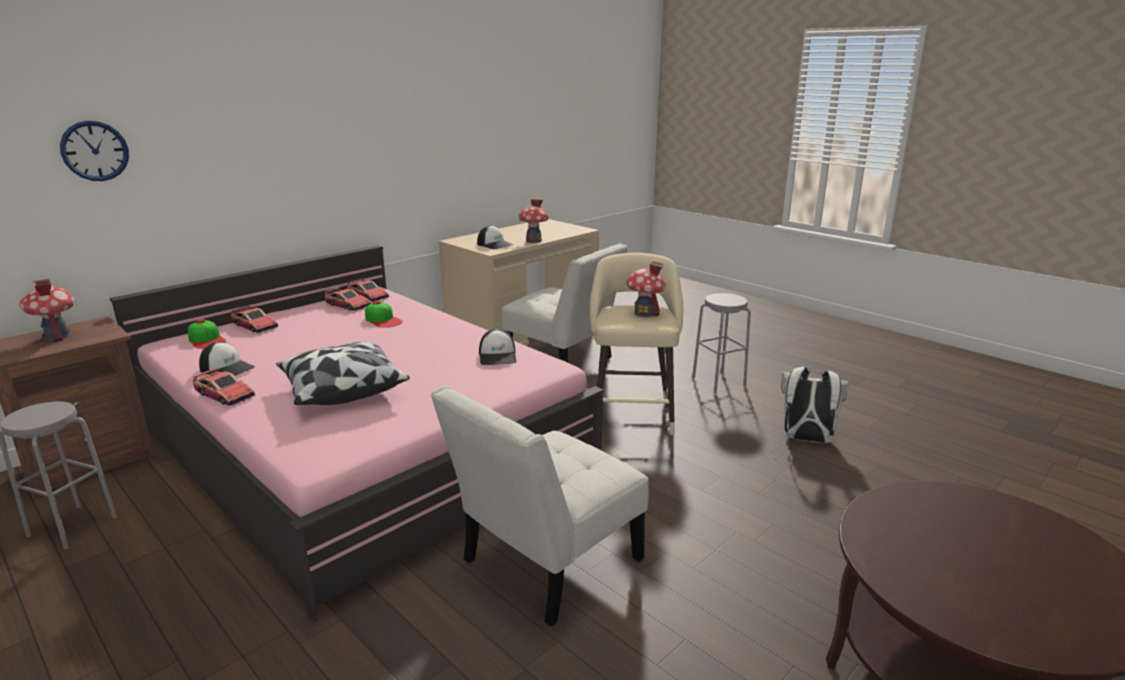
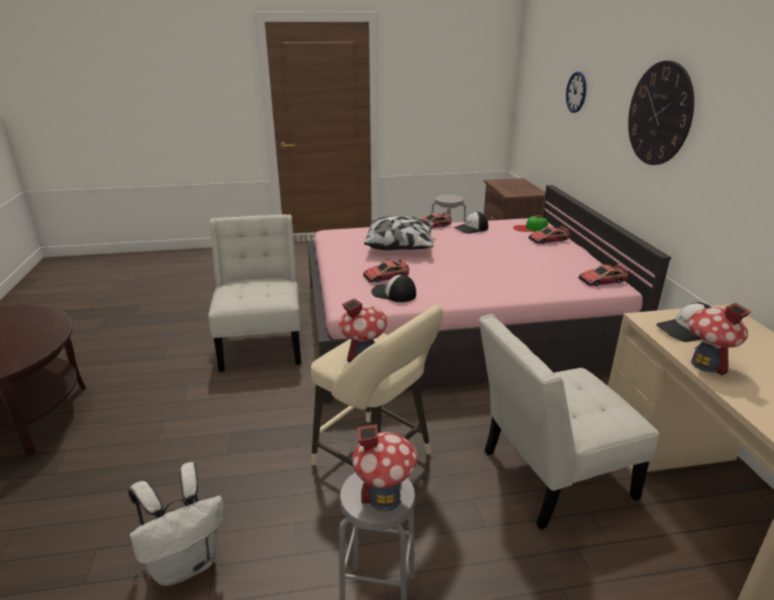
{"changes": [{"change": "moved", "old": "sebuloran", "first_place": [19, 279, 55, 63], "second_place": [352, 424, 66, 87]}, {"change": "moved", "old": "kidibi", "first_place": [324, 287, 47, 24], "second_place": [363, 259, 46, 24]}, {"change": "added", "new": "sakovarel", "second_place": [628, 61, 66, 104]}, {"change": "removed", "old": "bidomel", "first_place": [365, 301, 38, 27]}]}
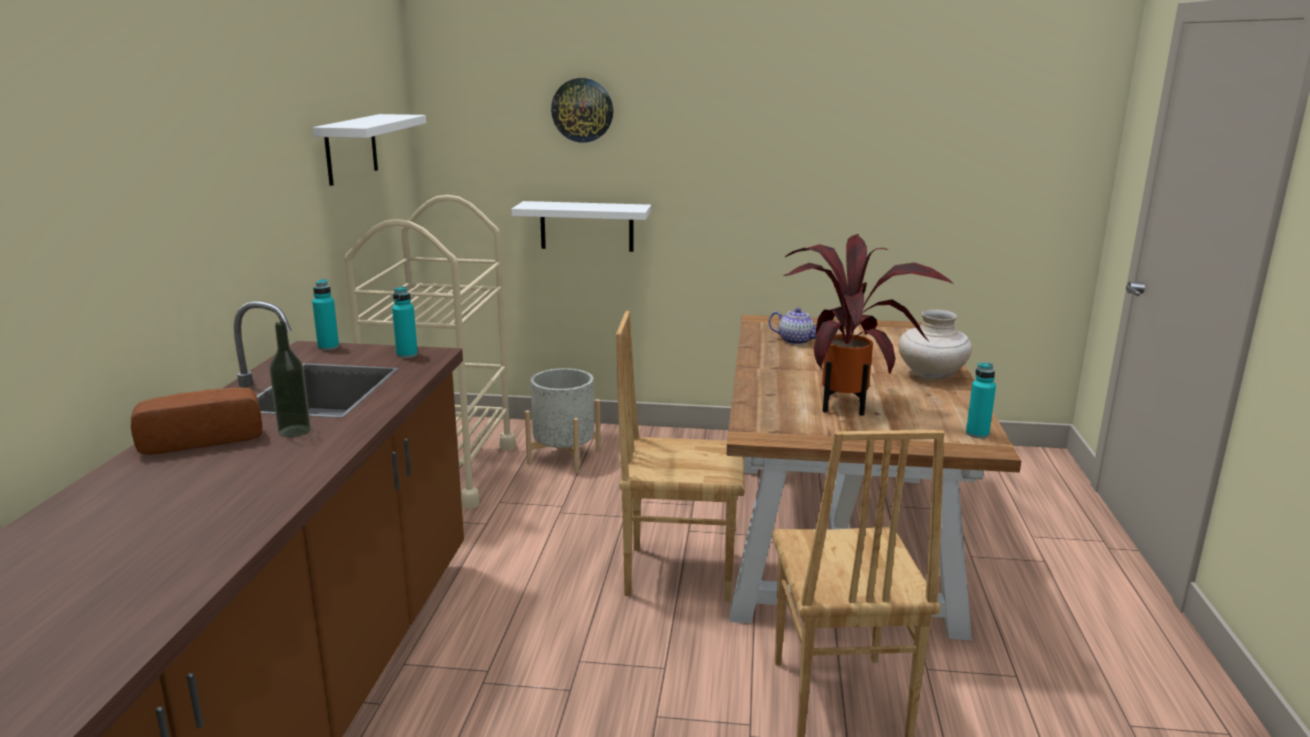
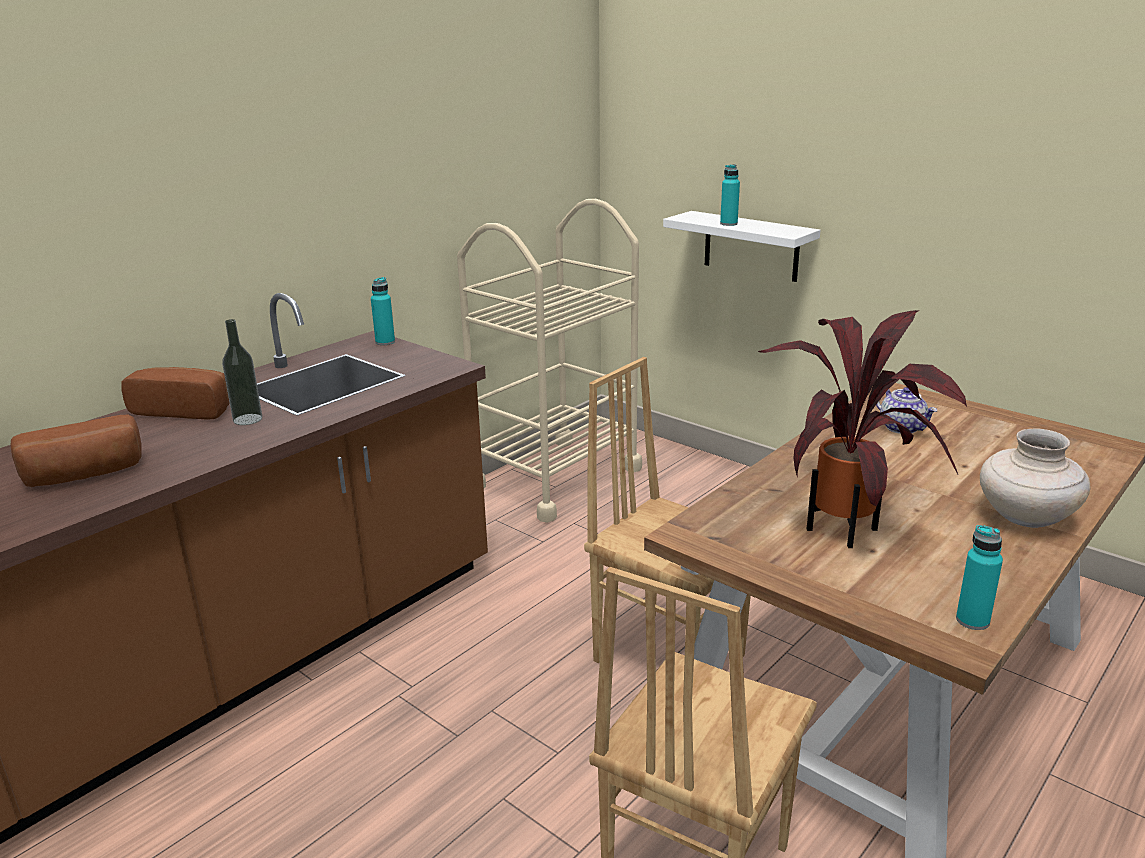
{"changes": [{"change": "added", "new": "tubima", "second_place": [11, 415, 130, 72]}, {"change": "moved", "old": "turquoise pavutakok", "first_place": [392, 286, 26, 72], "second_place": [720, 164, 20, 62]}, {"change": "removed", "old": "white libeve", "first_place": [313, 114, 113, 72]}, {"change": "removed", "old": "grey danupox", "first_place": [525, 368, 76, 105]}, {"change": "removed", "old": "sakovarel", "first_place": [551, 78, 62, 65]}]}
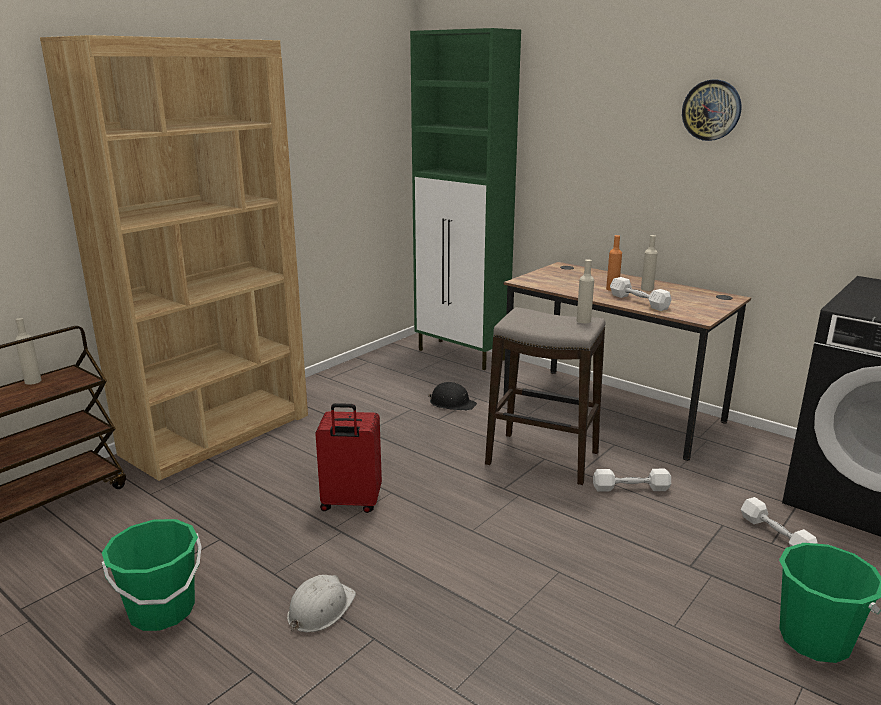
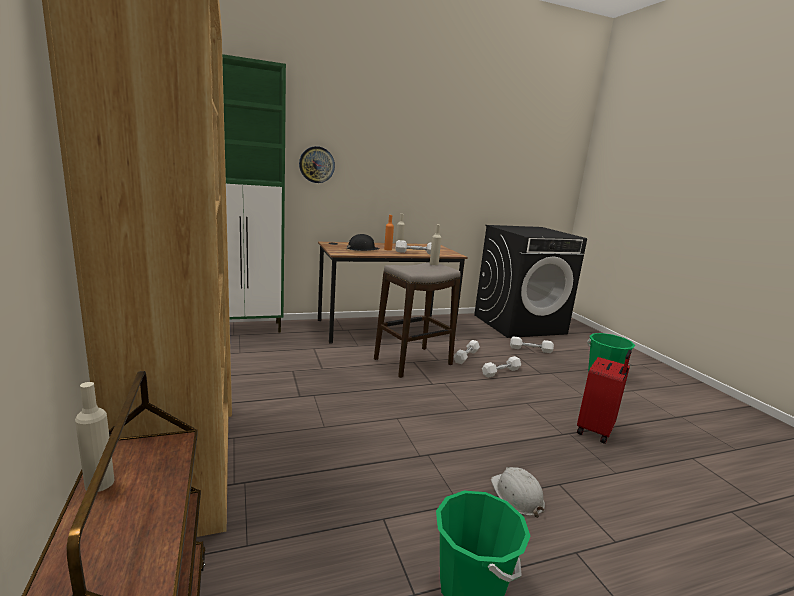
{"changes": [{"change": "moved", "old": "sakovarel", "first_place": [682, 80, 60, 61], "second_place": [299, 146, 36, 37]}, {"change": "moved", "old": "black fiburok", "first_place": [428, 382, 49, 29], "second_place": [347, 234, 32, 17]}, {"change": "added", "new": "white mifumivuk", "second_place": [482, 356, 39, 22]}, {"change": "moved", "old": "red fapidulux", "first_place": [315, 403, 67, 110], "second_place": [577, 350, 55, 94]}]}
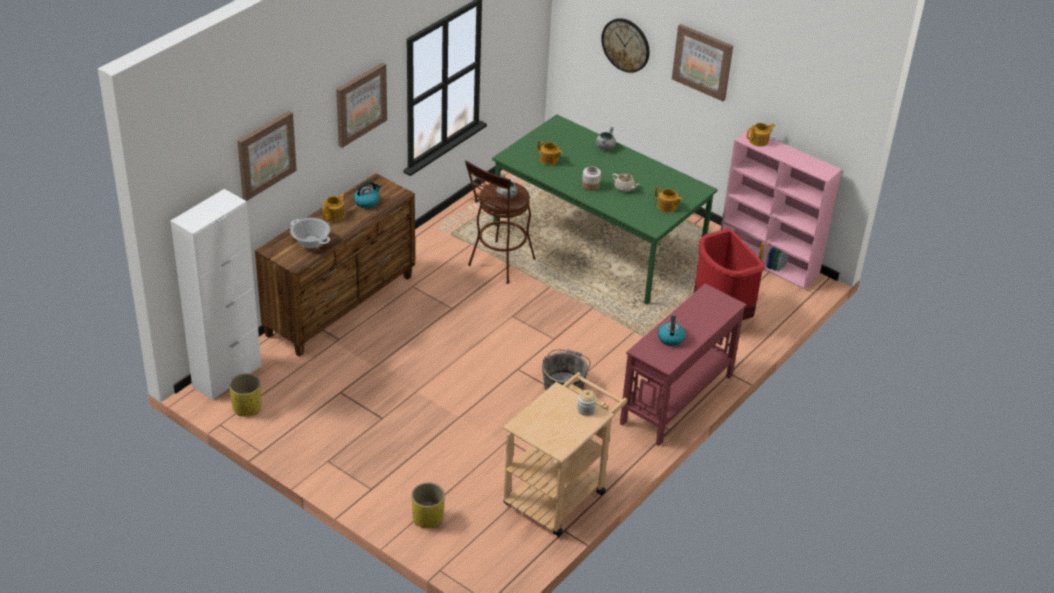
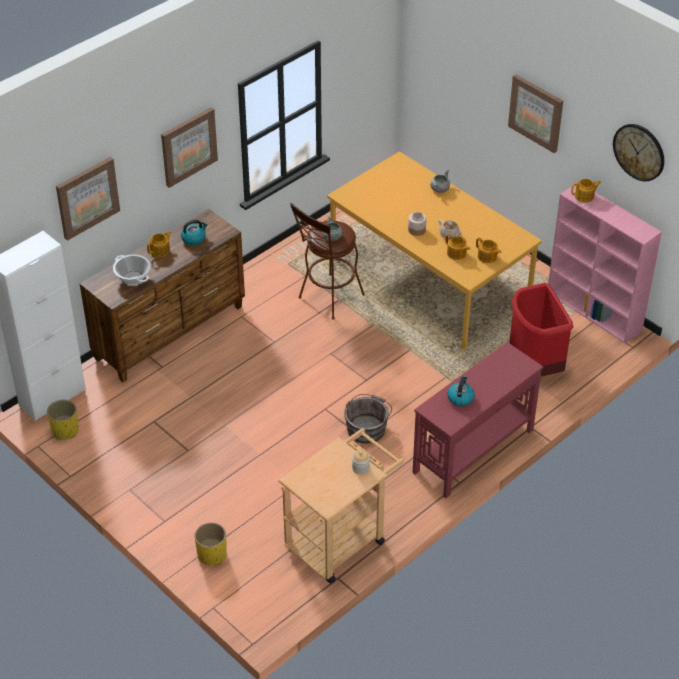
{"changes": [{"change": "recoloured", "old": "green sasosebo", "new": "orange sasosebo", "first_place": [492, 114, 226, 191], "second_place": [327, 151, 215, 199]}, {"change": "moved", "old": "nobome", "first_place": [537, 141, 26, 24], "second_place": [446, 234, 24, 26]}, {"change": "moved", "old": "sakovarel", "first_place": [601, 18, 49, 55], "second_place": [613, 124, 51, 57]}]}
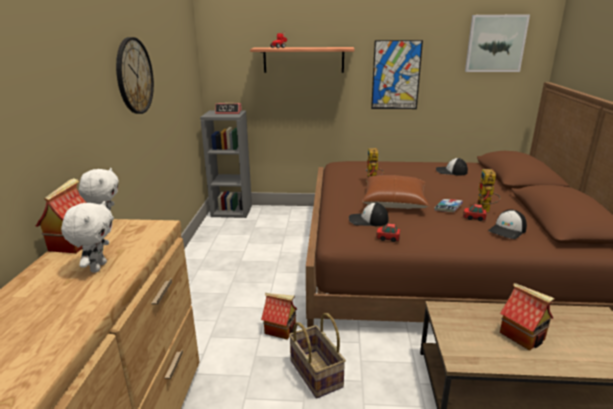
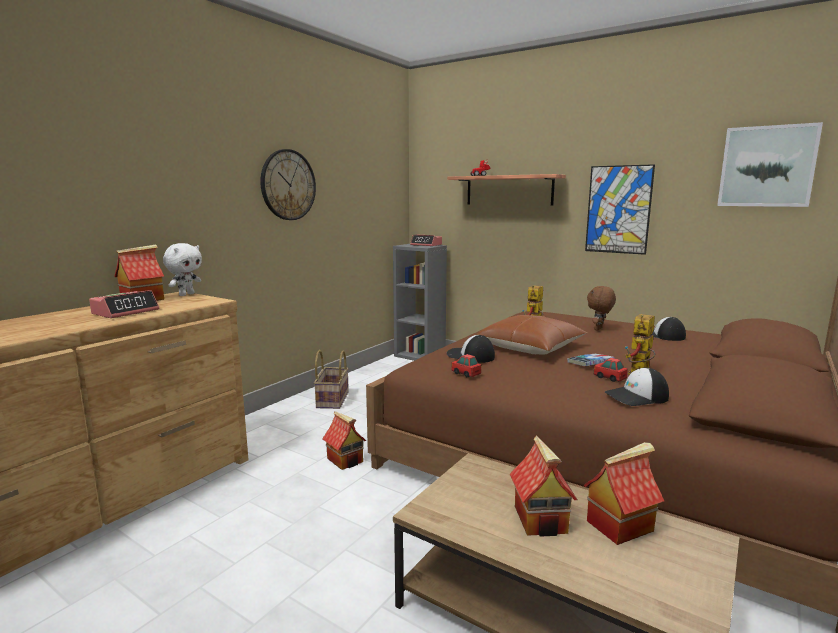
{"changes": [{"change": "replaced", "old": "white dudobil", "new": "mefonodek", "first_place": [61, 201, 52, 71], "second_place": [89, 290, 70, 28]}, {"change": "moved", "old": "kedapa", "first_place": [289, 313, 57, 86], "second_place": [314, 350, 35, 59]}, {"change": "added", "new": "sebuloran", "second_place": [583, 442, 81, 103]}, {"change": "added", "new": "brown dudobil", "second_place": [587, 286, 29, 45]}]}
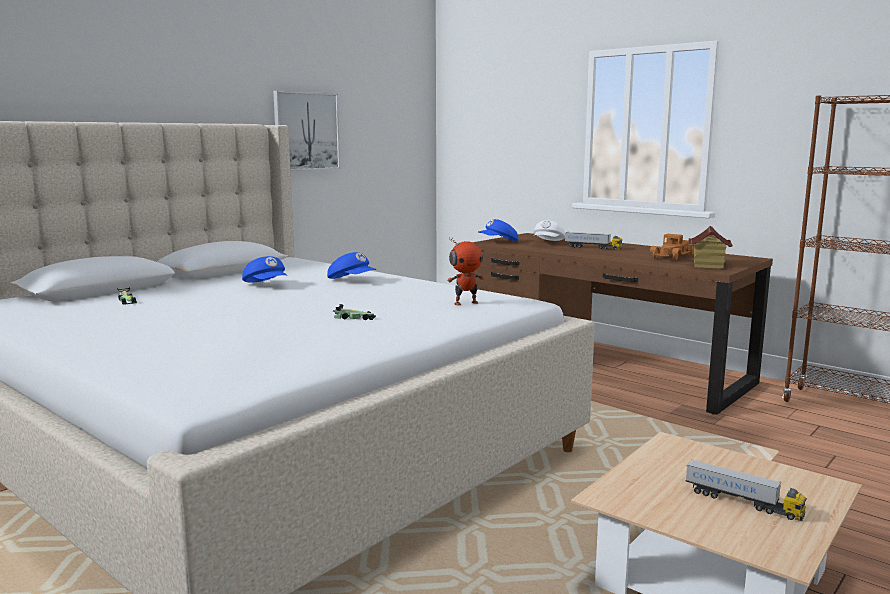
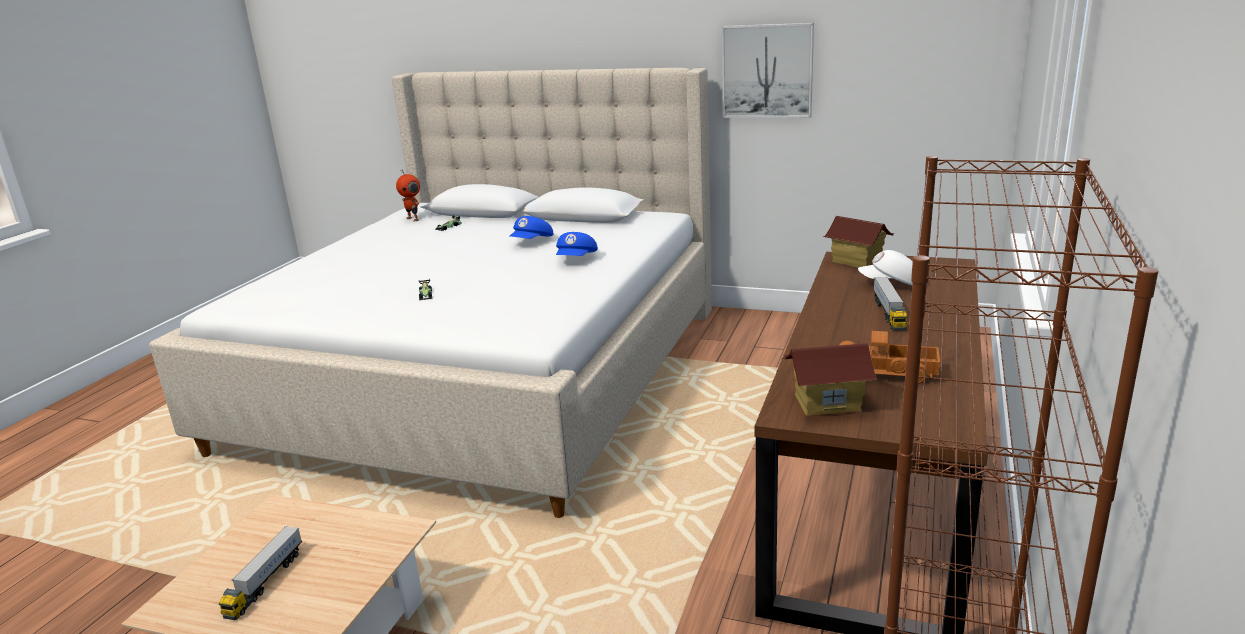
{"changes": [{"change": "moved", "old": "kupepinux", "first_place": [447, 237, 37, 68], "second_place": [396, 169, 24, 52]}, {"change": "replaced", "old": "blue bidomel", "new": "sebuloran", "first_place": [478, 219, 40, 22], "second_place": [823, 216, 71, 52]}]}
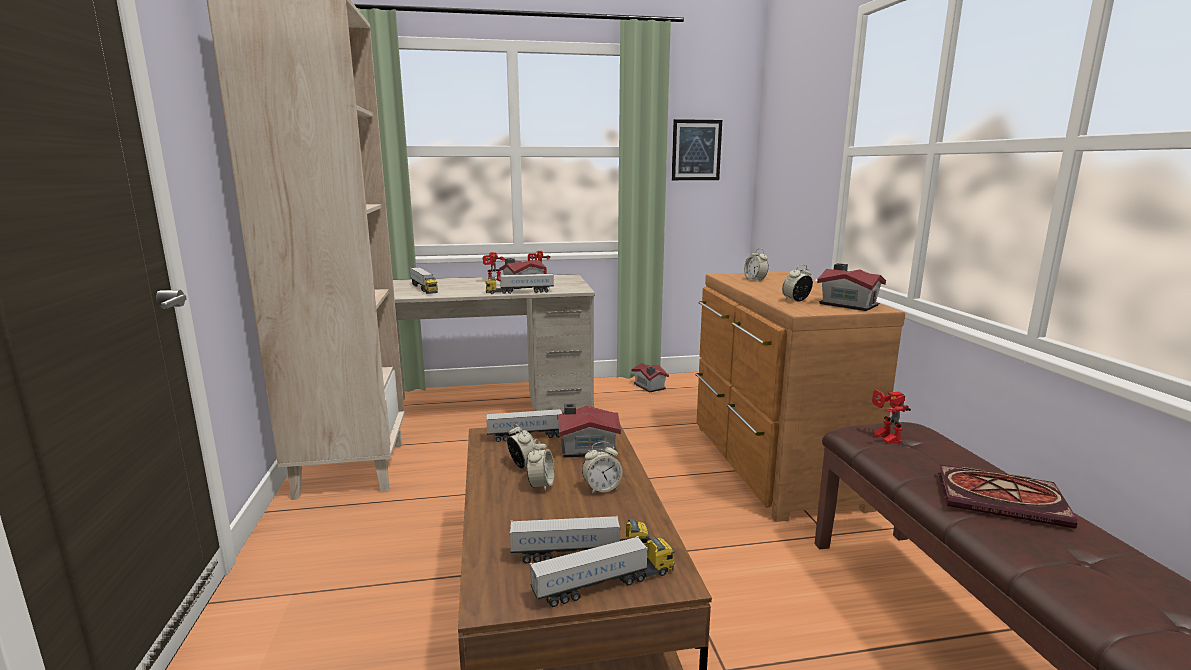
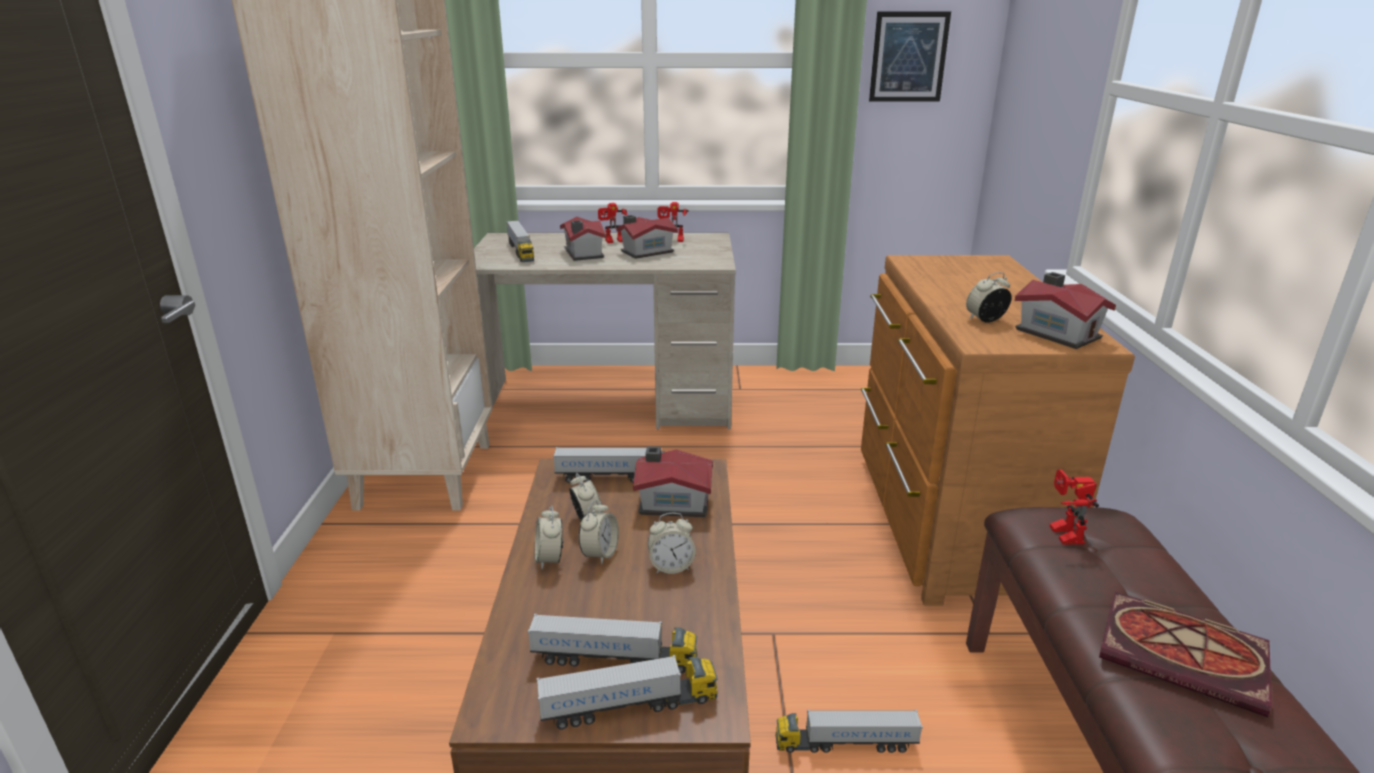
{"changes": [{"change": "moved", "old": "mefonodek", "first_place": [744, 248, 25, 33], "second_place": [535, 506, 28, 64]}, {"change": "moved", "old": "sebuloran", "first_place": [631, 363, 38, 30], "second_place": [560, 217, 46, 44]}, {"change": "moved", "old": "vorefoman", "first_place": [486, 273, 68, 21], "second_place": [776, 709, 147, 44]}]}
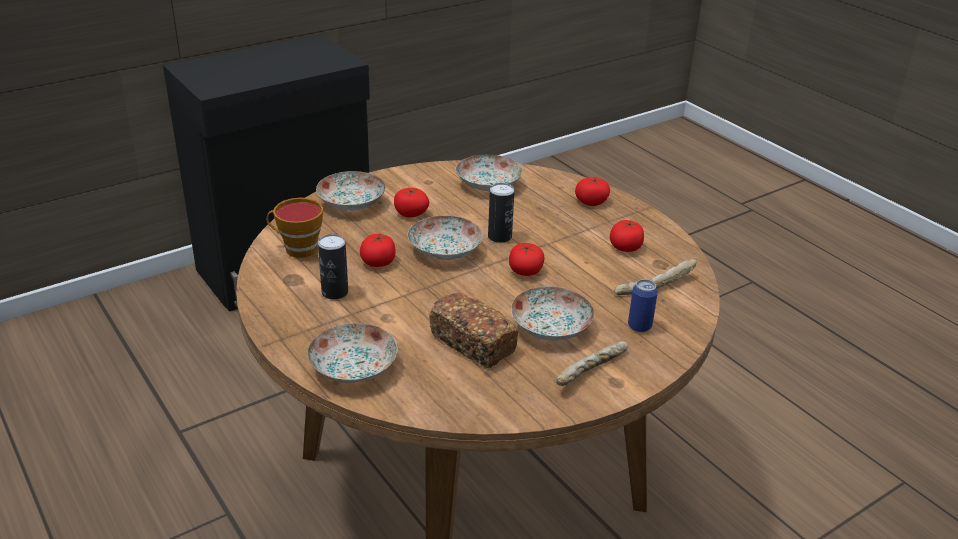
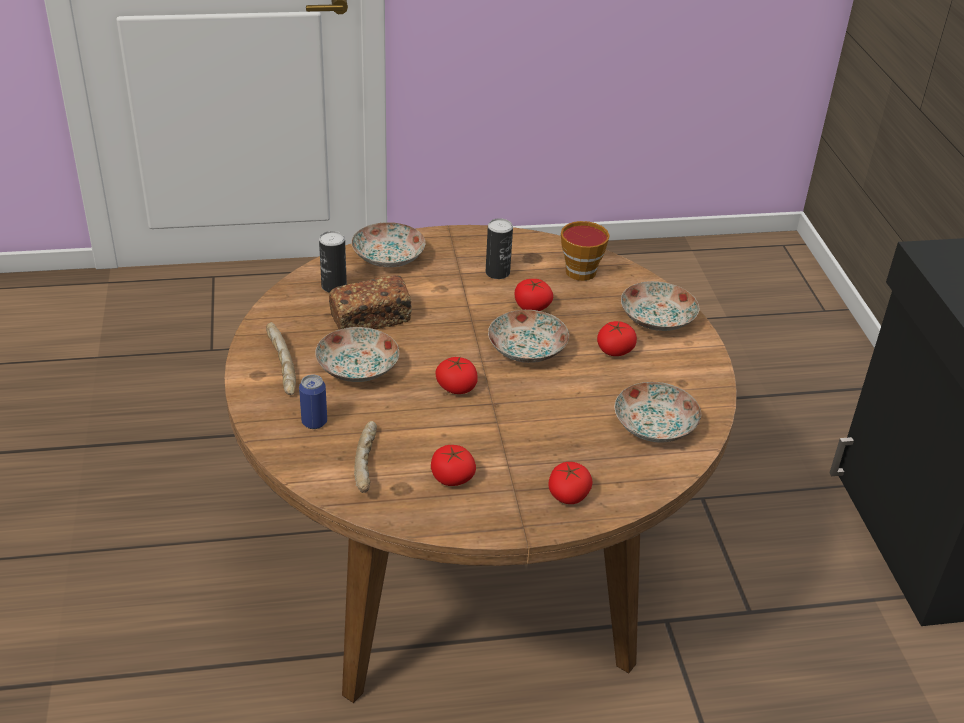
{"changes": [{"change": "moved", "old": "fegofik", "first_place": [488, 183, 27, 60], "second_place": [319, 231, 28, 62]}]}
